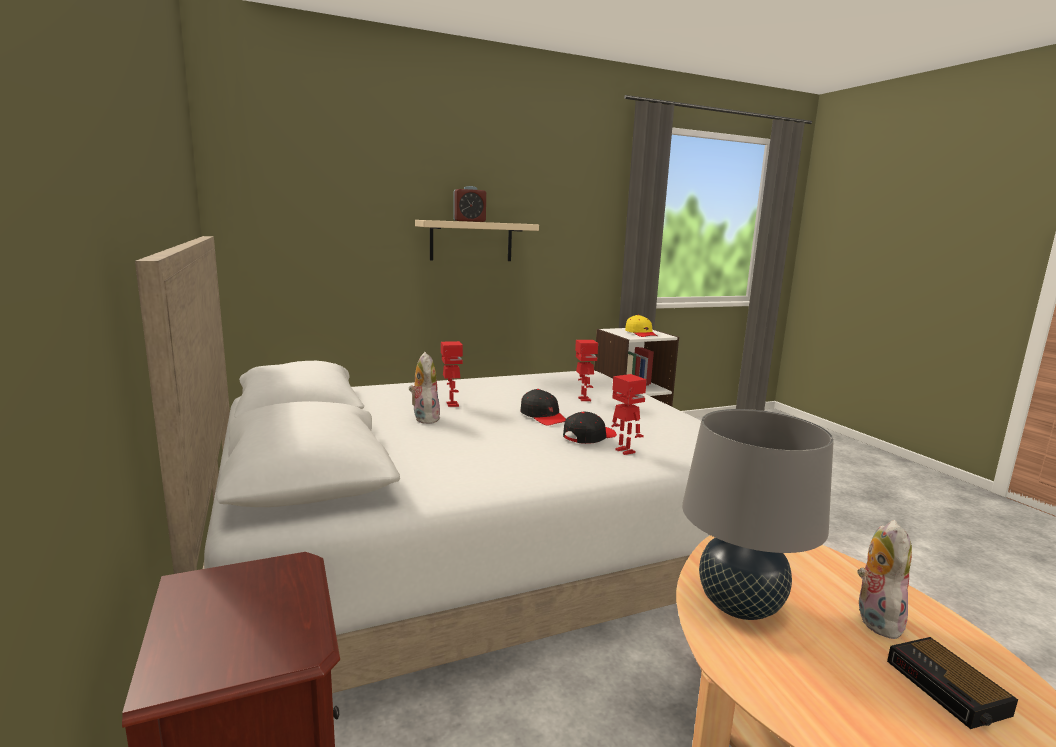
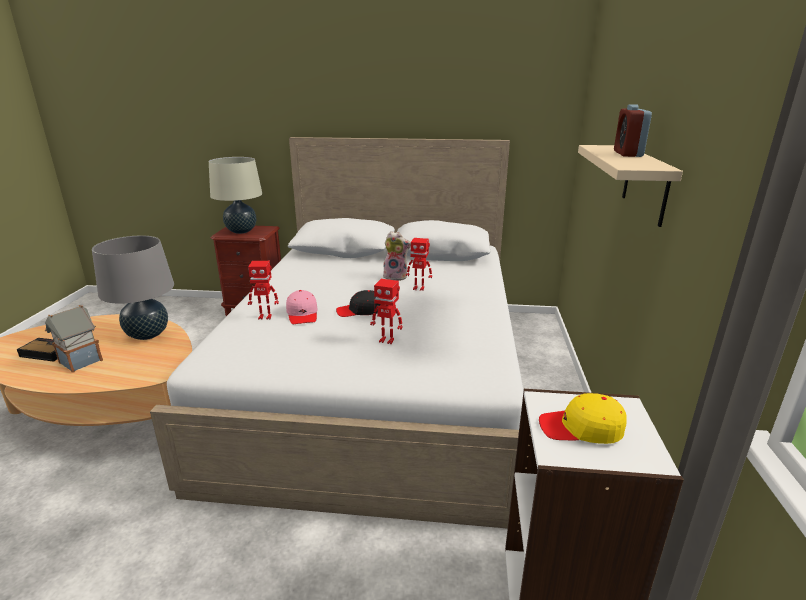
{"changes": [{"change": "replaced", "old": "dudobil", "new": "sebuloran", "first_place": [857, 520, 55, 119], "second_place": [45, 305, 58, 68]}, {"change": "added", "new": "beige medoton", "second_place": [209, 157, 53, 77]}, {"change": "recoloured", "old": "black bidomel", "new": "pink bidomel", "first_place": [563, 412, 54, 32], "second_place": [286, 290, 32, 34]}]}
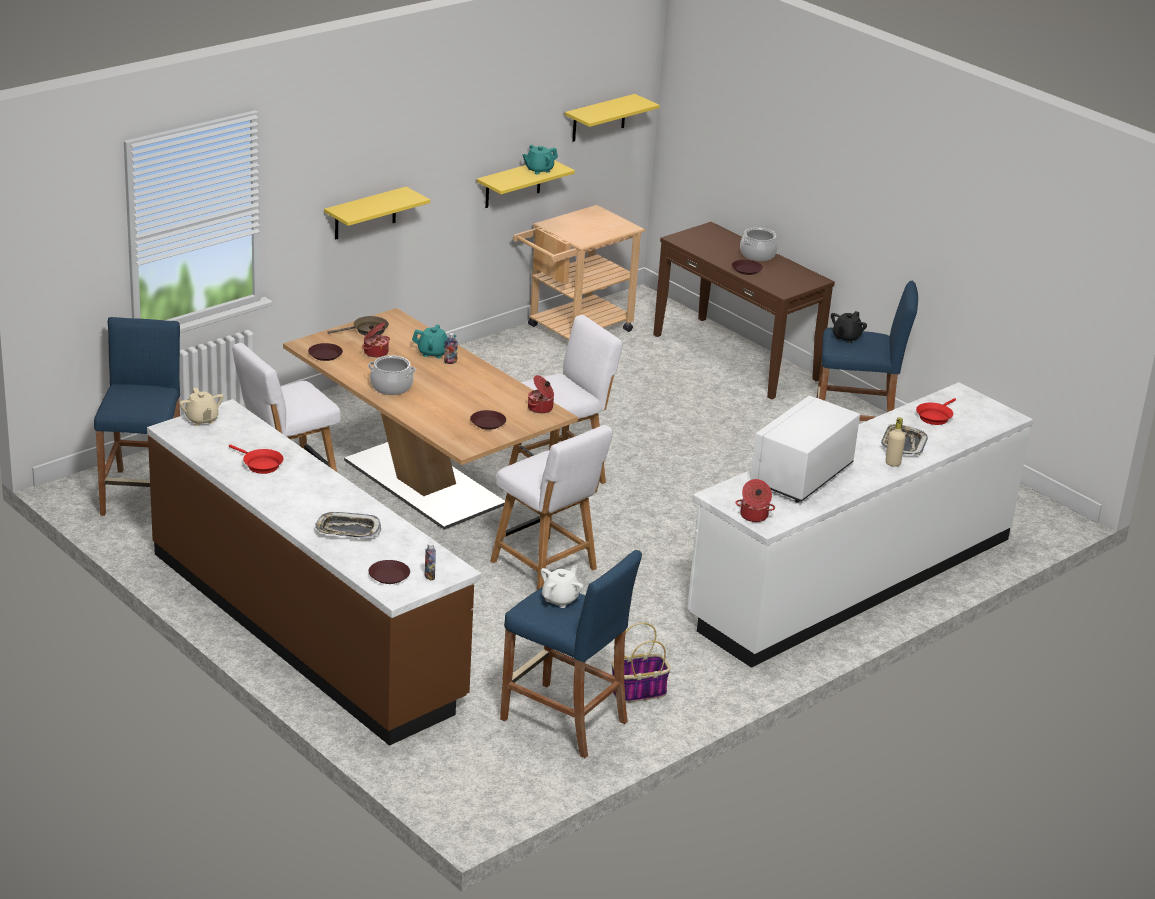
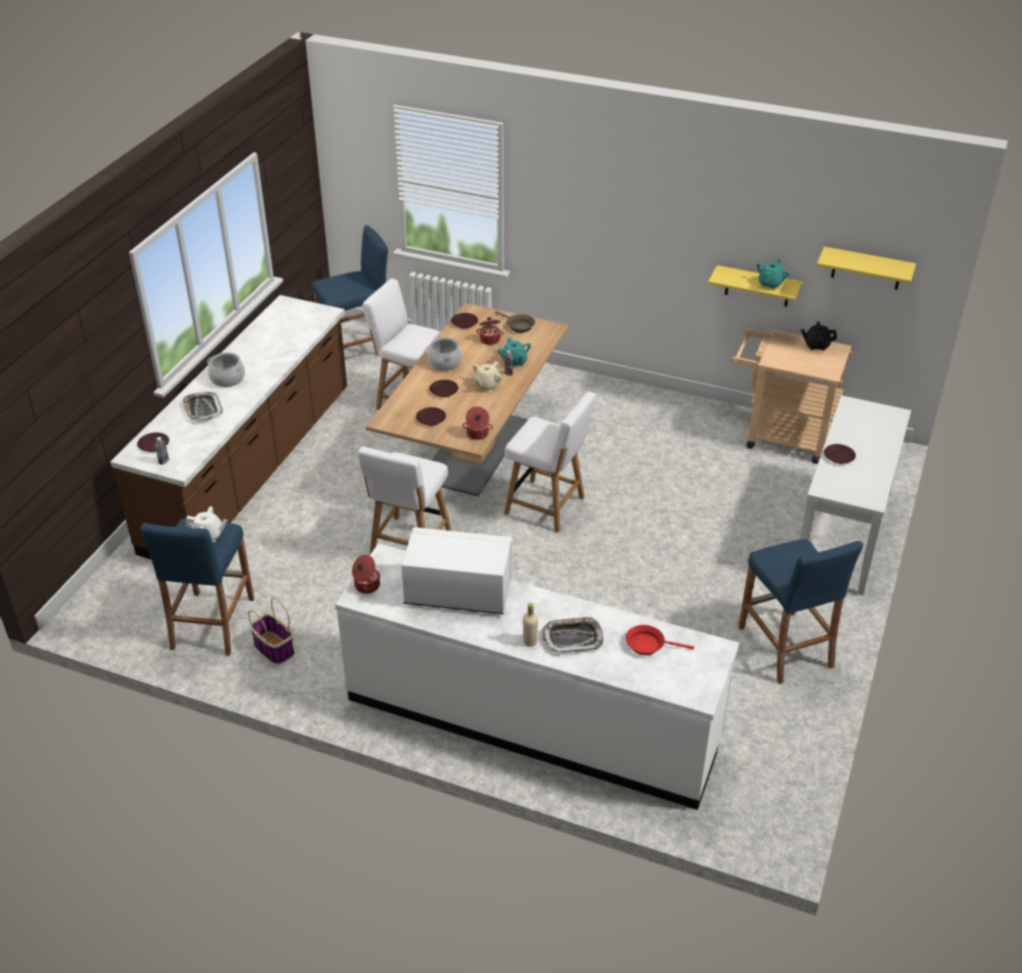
{"changes": [{"change": "moved", "old": "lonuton", "first_place": [740, 228, 38, 33], "second_place": [207, 352, 38, 35]}, {"change": "added", "new": "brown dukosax", "second_place": [429, 380, 29, 17]}, {"change": "moved", "old": "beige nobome", "first_place": [179, 388, 45, 38], "second_place": [473, 362, 29, 30]}, {"change": "turned", "old": "turquoise nobome", "first_place": [522, 145, 36, 30], "second_place": [757, 259, 33, 30], "degrees": 90}, {"change": "recoloured", "old": "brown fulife", "new": "white fulife", "first_place": [653, 222, 182, 178], "second_place": [799, 395, 112, 200]}, {"change": "moved", "old": "black nobome", "first_place": [831, 311, 36, 32], "second_place": [801, 321, 36, 30]}, {"change": "removed", "old": "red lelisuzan", "first_place": [229, 444, 55, 30]}, {"change": "removed", "old": "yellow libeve", "first_place": [324, 187, 106, 53]}]}
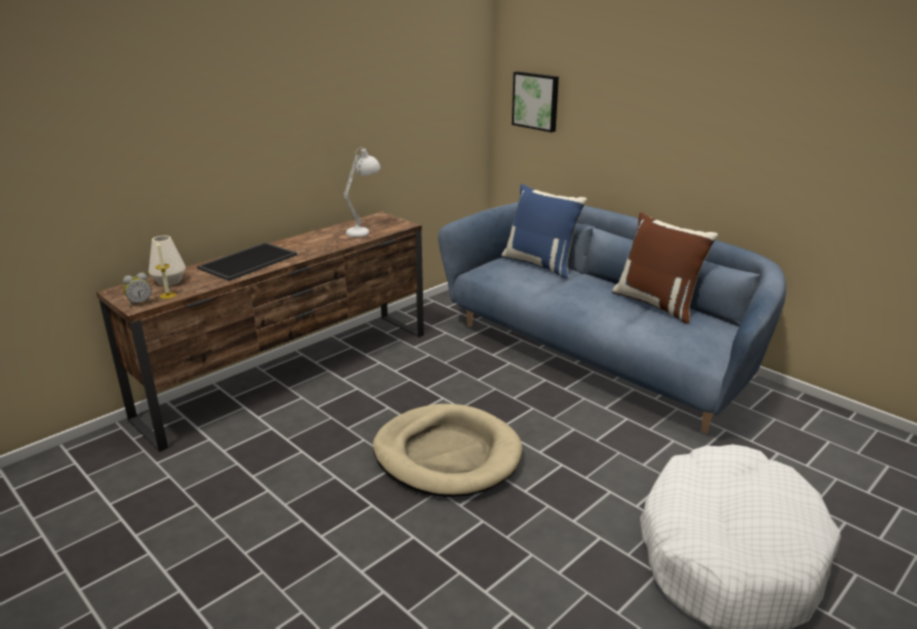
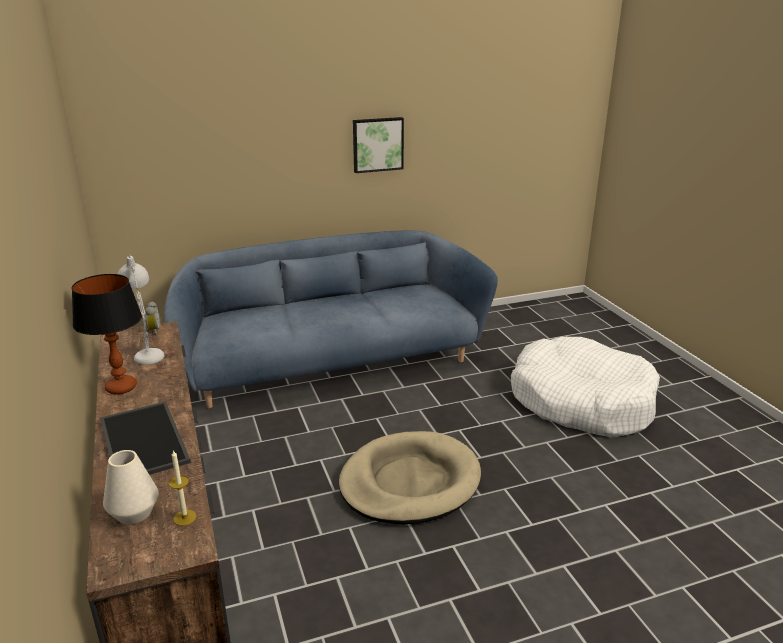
{"changes": [{"change": "added", "new": "medoton", "second_place": [71, 274, 71, 120]}, {"change": "moved", "old": "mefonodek", "first_place": [123, 273, 29, 34], "second_place": [145, 302, 15, 33]}, {"change": "moved", "old": "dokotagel", "first_place": [512, 71, 47, 61], "second_place": [353, 117, 51, 56]}, {"change": "removed", "old": "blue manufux", "first_place": [501, 184, 86, 95]}, {"change": "removed", "old": "brown manufux", "first_place": [612, 212, 106, 112]}]}
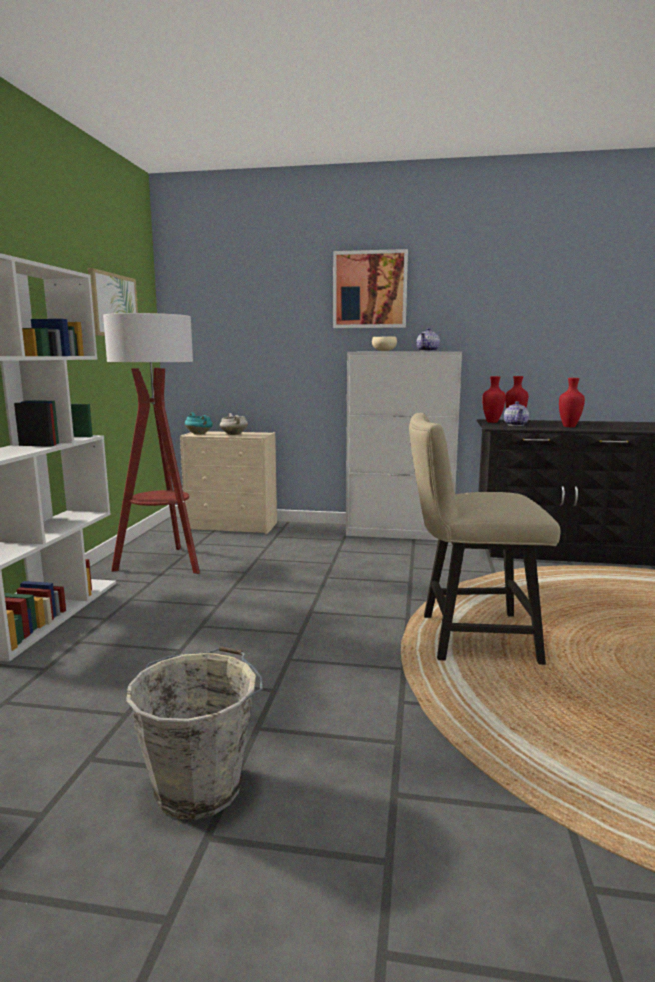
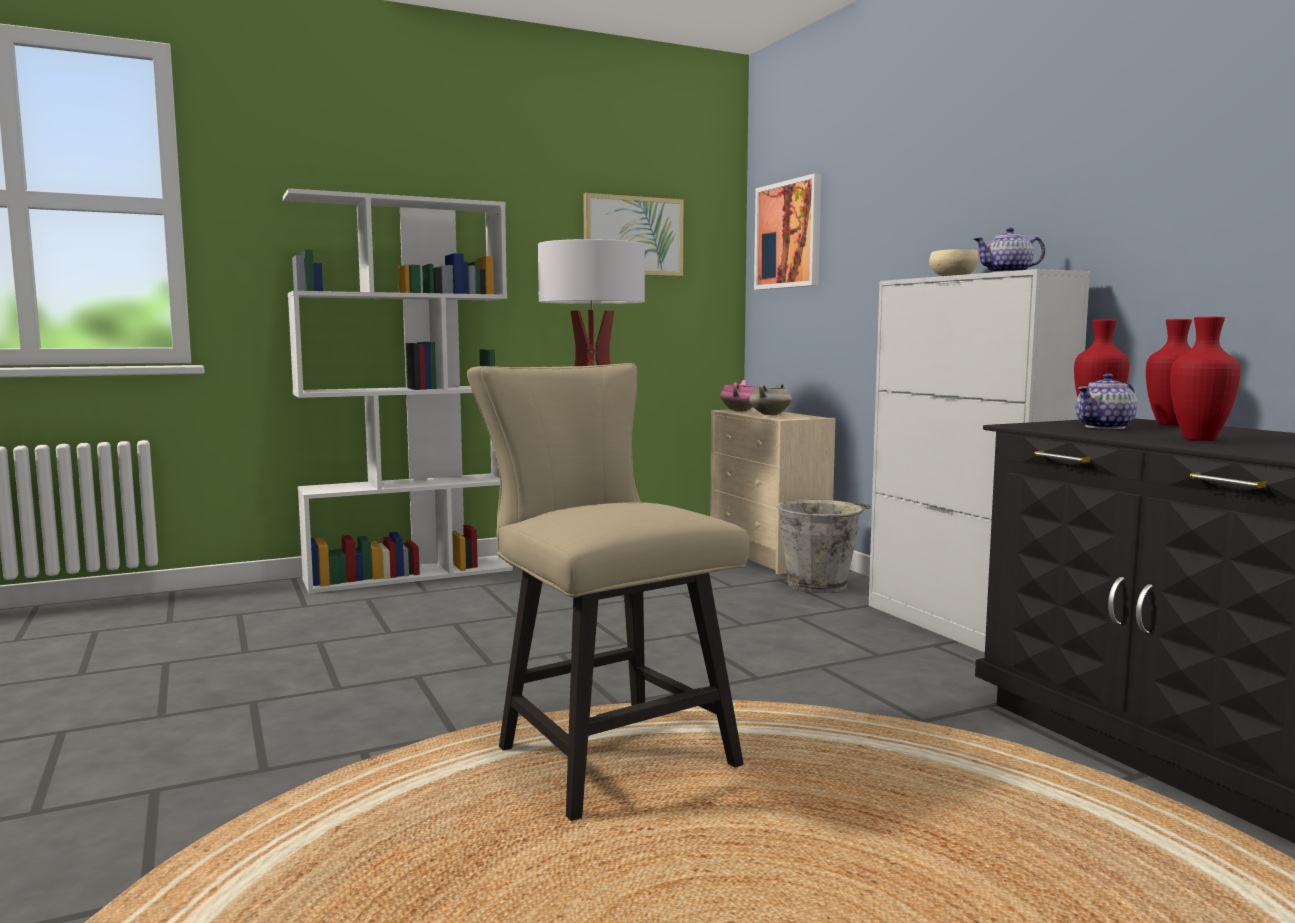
{"changes": [{"change": "recoloured", "old": "turquoise lonuton", "new": "pink lonuton", "first_place": [185, 413, 28, 22], "second_place": [720, 380, 38, 32]}, {"change": "moved", "old": "dokotagel", "first_place": [333, 249, 75, 79], "second_place": [754, 173, 67, 117]}, {"change": "moved", "old": "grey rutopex", "first_place": [126, 646, 137, 174], "second_place": [777, 499, 93, 94]}]}
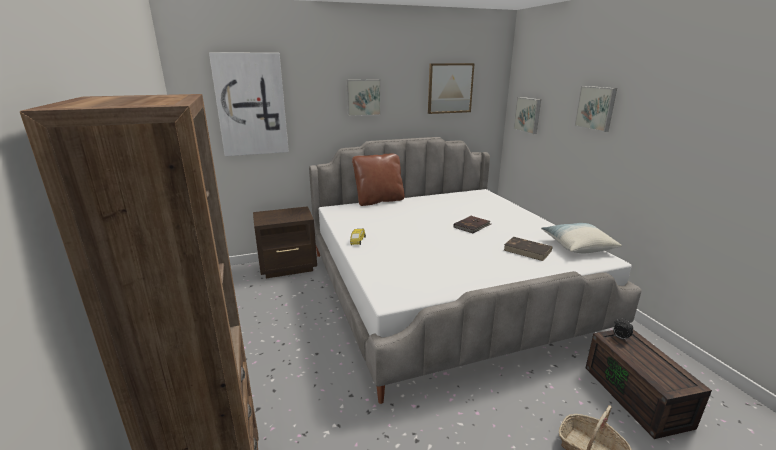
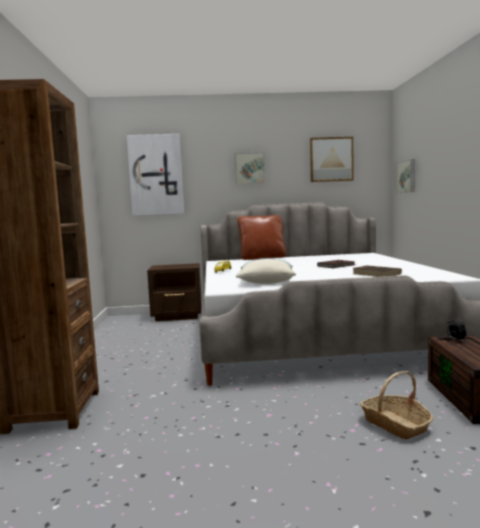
{"changes": [{"change": "moved", "old": "manufux", "first_place": [541, 223, 81, 30], "second_place": [236, 259, 60, 25]}, {"change": "removed", "old": "dokotagel", "first_place": [574, 86, 43, 46]}]}
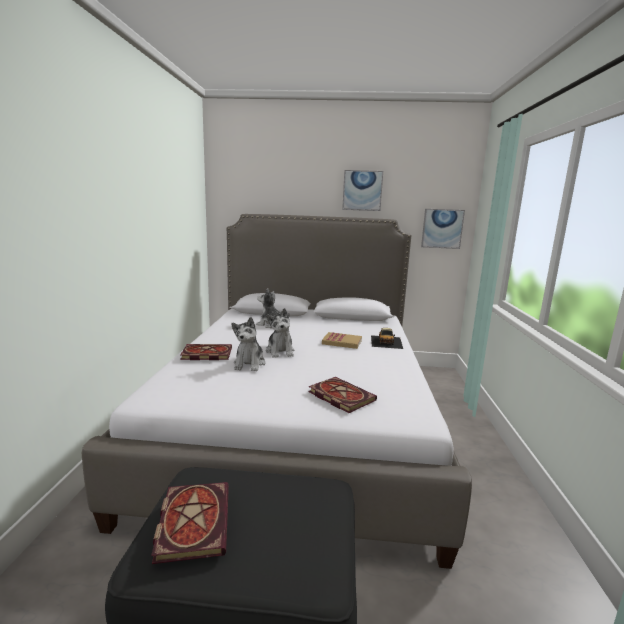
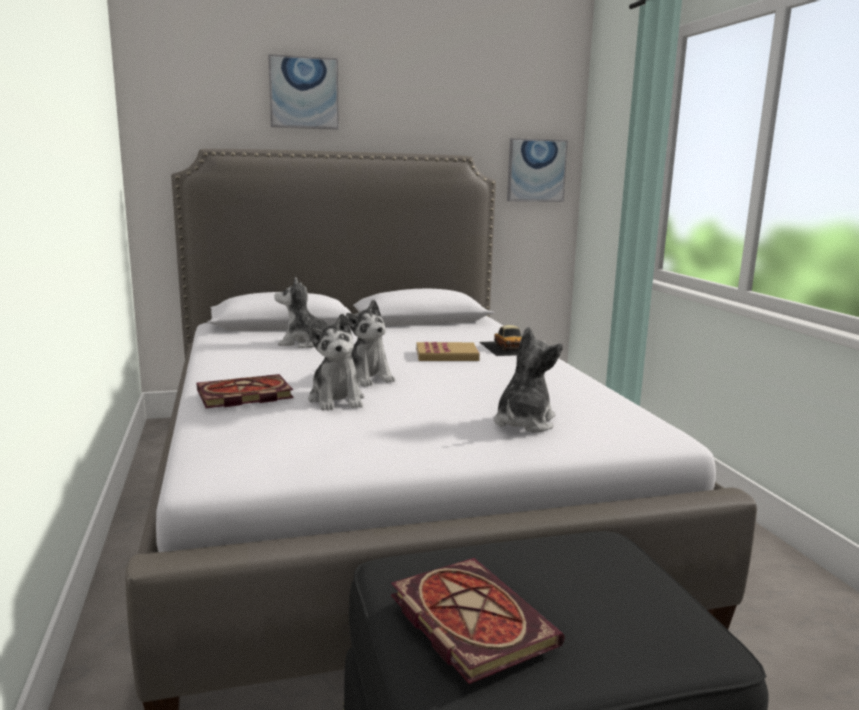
{"changes": [{"change": "moved", "old": "dokotagel", "first_place": [342, 170, 41, 41], "second_place": [268, 54, 71, 76]}, {"change": "replaced", "old": "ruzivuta", "new": "dudobil", "first_place": [308, 377, 69, 36], "second_place": [494, 327, 69, 106]}]}
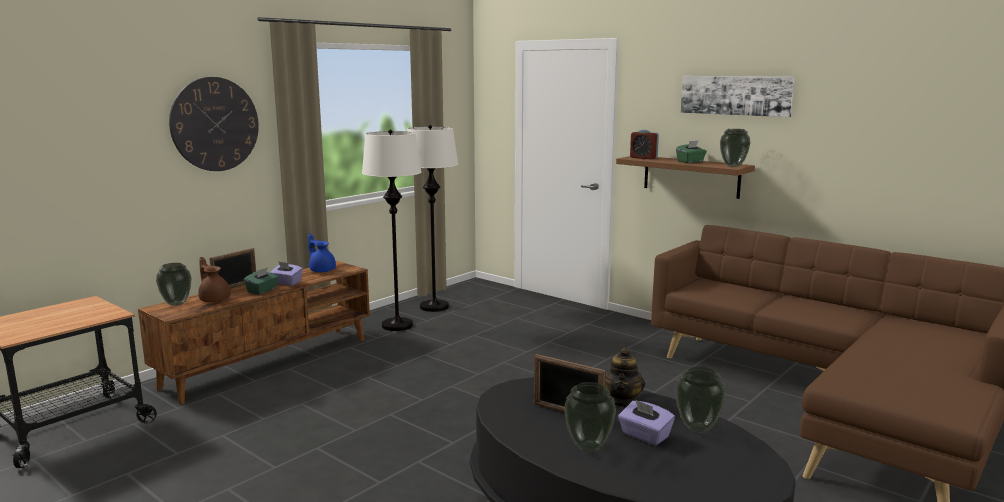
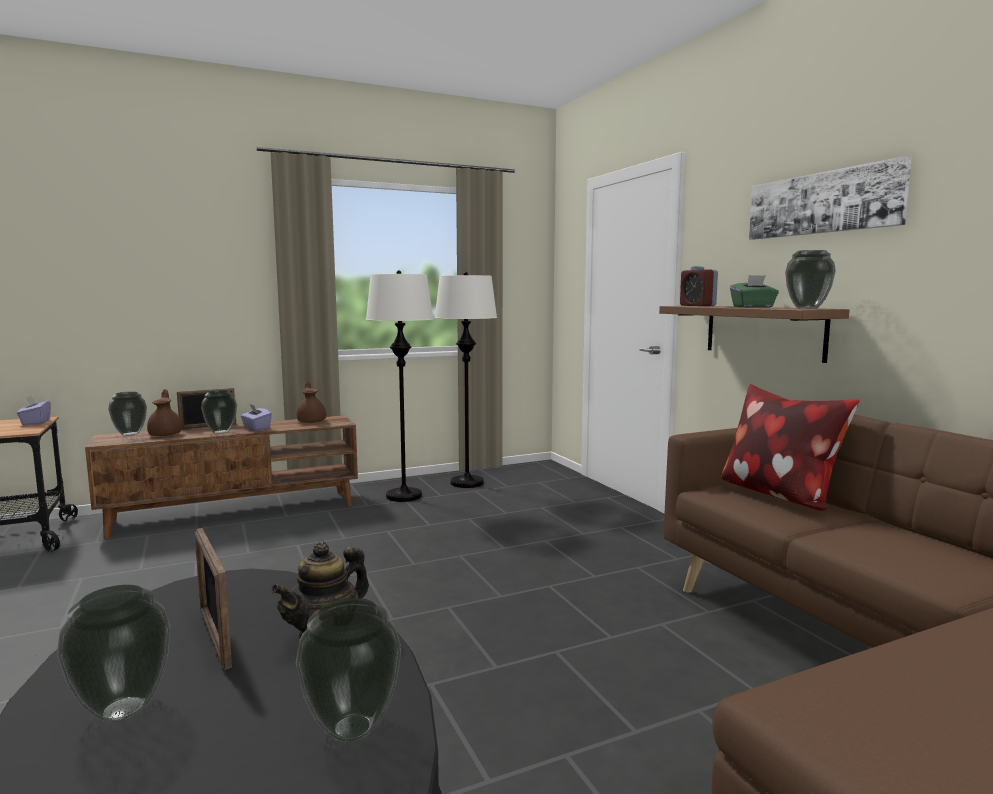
{"changes": [{"change": "moved", "old": "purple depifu", "first_place": [618, 399, 57, 46], "second_place": [17, 396, 34, 29]}, {"change": "replaced", "old": "green depifu", "new": "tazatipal", "first_place": [244, 267, 34, 27], "second_place": [201, 390, 36, 44]}, {"change": "recoloured", "old": "blue nobome", "new": "brown nobome", "first_place": [308, 233, 28, 39], "second_place": [297, 381, 29, 42]}, {"change": "added", "new": "manufux", "second_place": [720, 384, 139, 127]}, {"change": "removed", "old": "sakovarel", "first_place": [169, 77, 90, 94]}]}
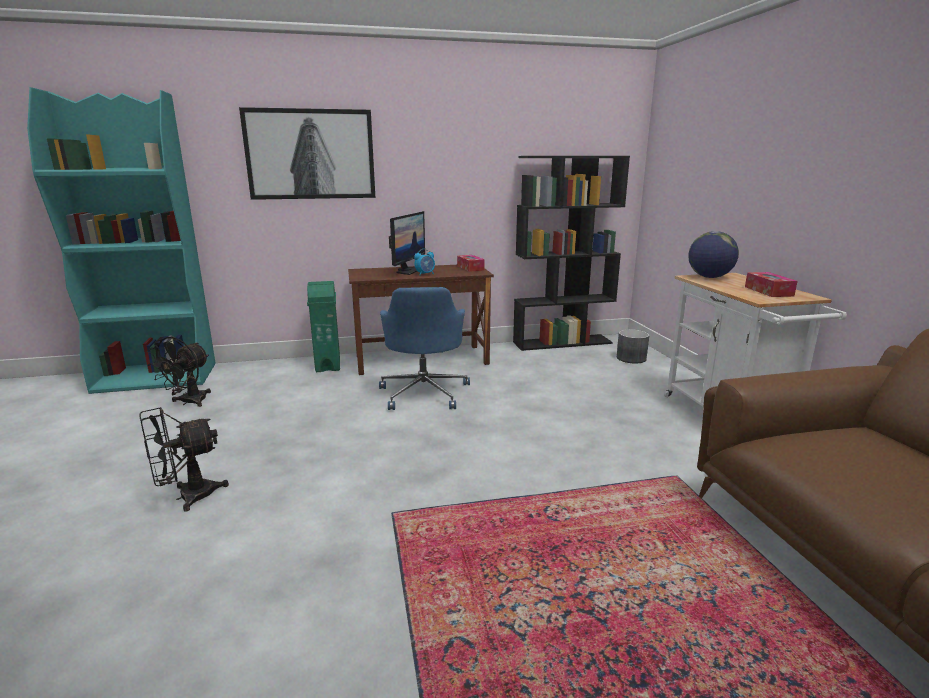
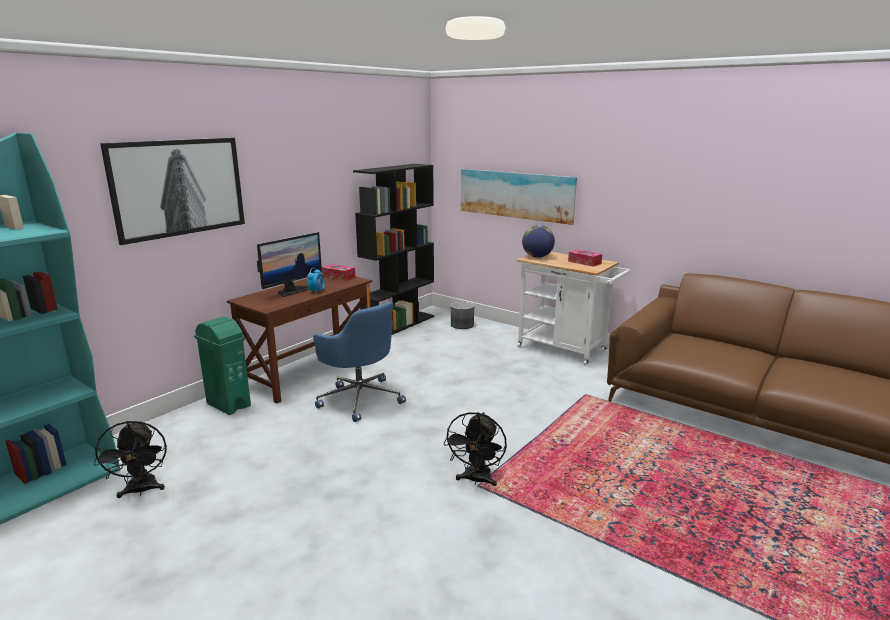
{"changes": [{"change": "turned", "old": "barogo", "first_place": [389, 211, 36, 64], "second_place": [257, 232, 65, 65], "degrees": 60}, {"change": "moved", "old": "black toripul", "first_place": [139, 407, 90, 105], "second_place": [444, 412, 63, 74]}, {"change": "added", "new": "dokotagel", "second_place": [461, 169, 116, 56]}]}
